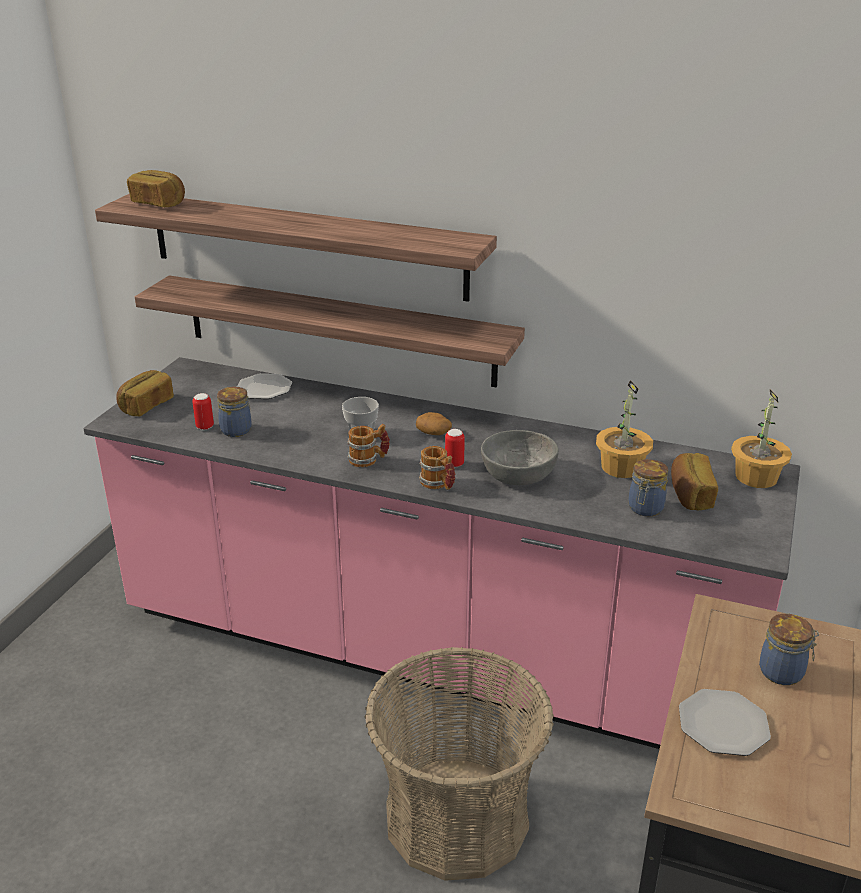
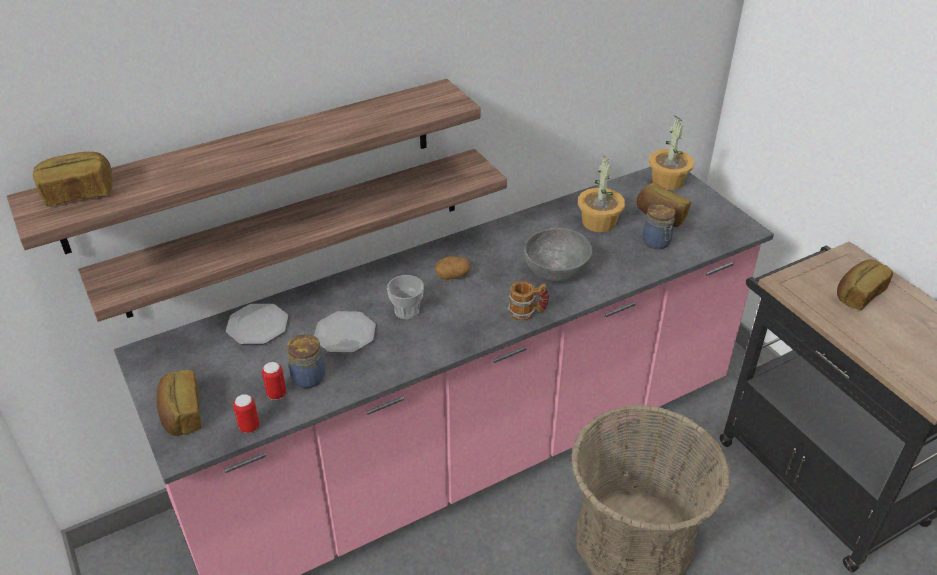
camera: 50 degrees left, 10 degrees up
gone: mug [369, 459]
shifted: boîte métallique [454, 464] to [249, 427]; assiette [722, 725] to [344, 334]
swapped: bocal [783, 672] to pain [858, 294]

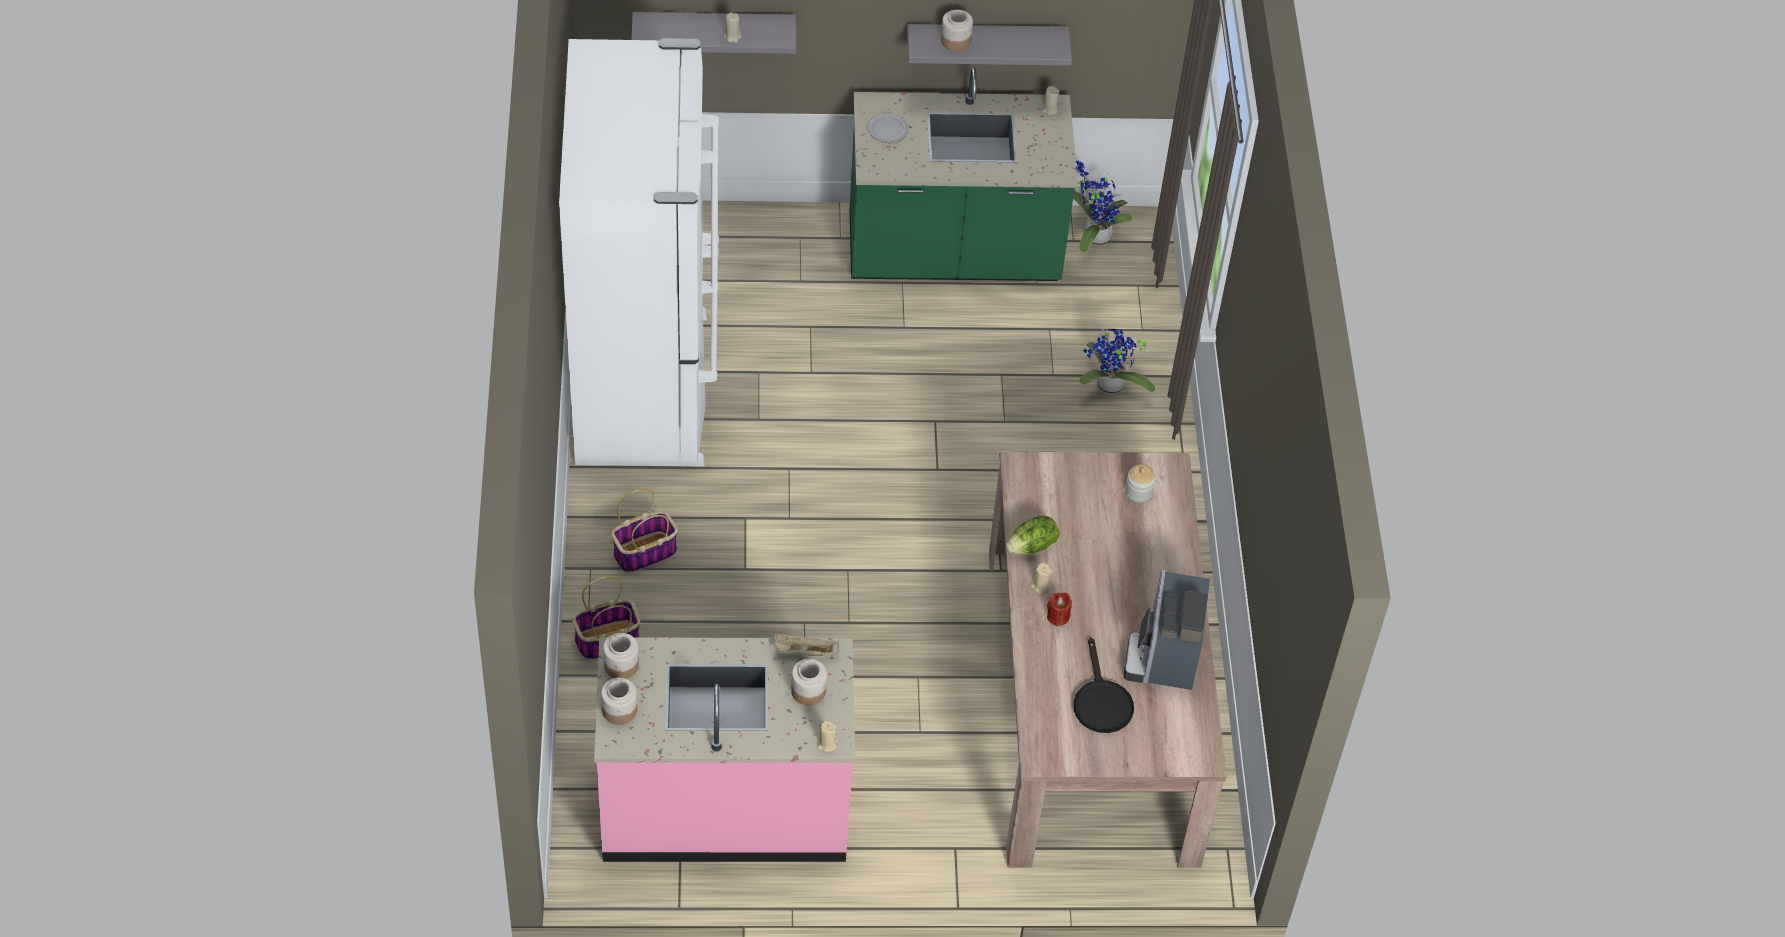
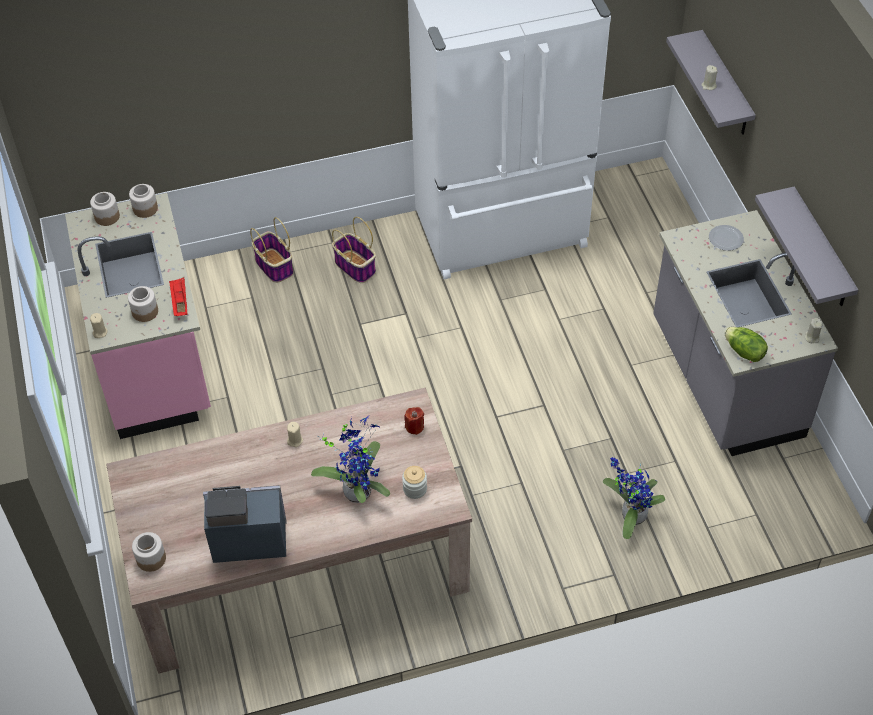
camera: 80 degrees right, 0 degrees up
gone: poêle (noir) [1101, 701]
shifted: bocal [955, 41] to [151, 558]; laitue [1032, 546] to [744, 352]; bougie (rouge) [1058, 617] to [414, 427]; plante en pot [1093, 236] to [358, 489]
repainted: plateau (beige) [804, 652] to plateau (rouge) [179, 302]; comptoir de cuisine (vert) [953, 253] to comptoir de cuisine (gris) [724, 380]

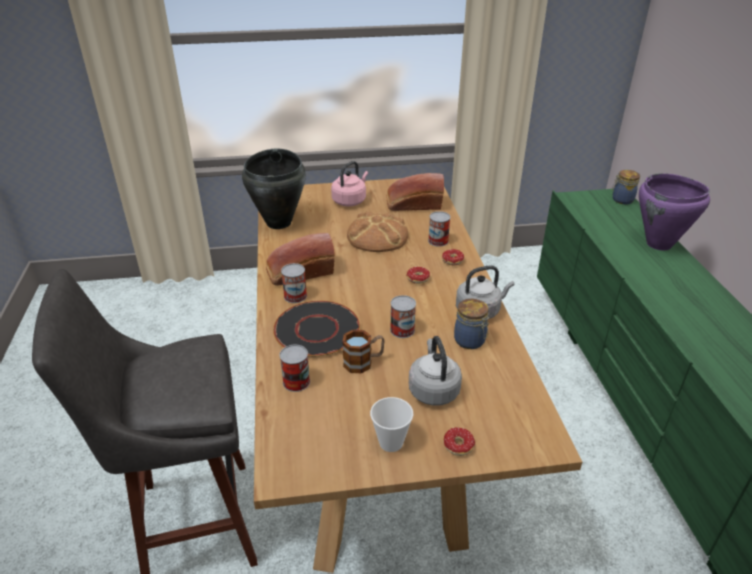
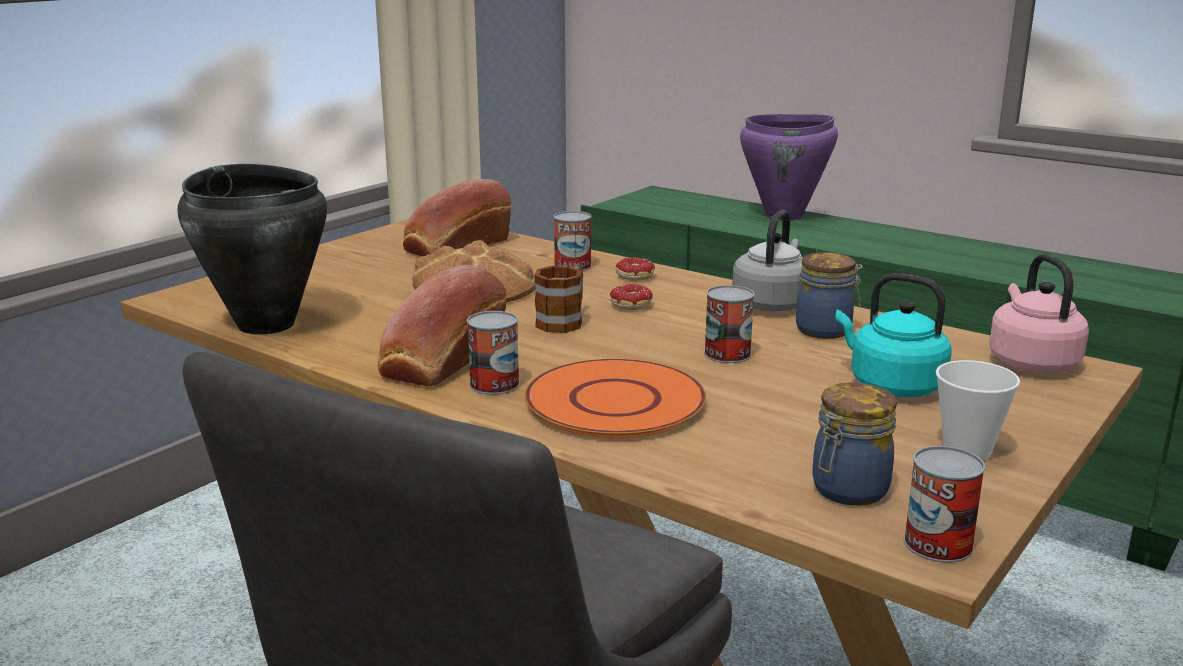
camera: 45 degrees left, 15 degrees down
gone: beignet [453, 446]
shifted: boîte métallique [296, 382] to [938, 544]; bouilloire (rose) [350, 200] to [1030, 361]; mug [363, 362] to [564, 321]; bocal [621, 200] to [847, 491]
repainted: assiette (noir) [317, 330] to assiette (orange) [616, 401]; bouilloire (gris) [433, 389] to bouilloire (turquoise) [891, 385]

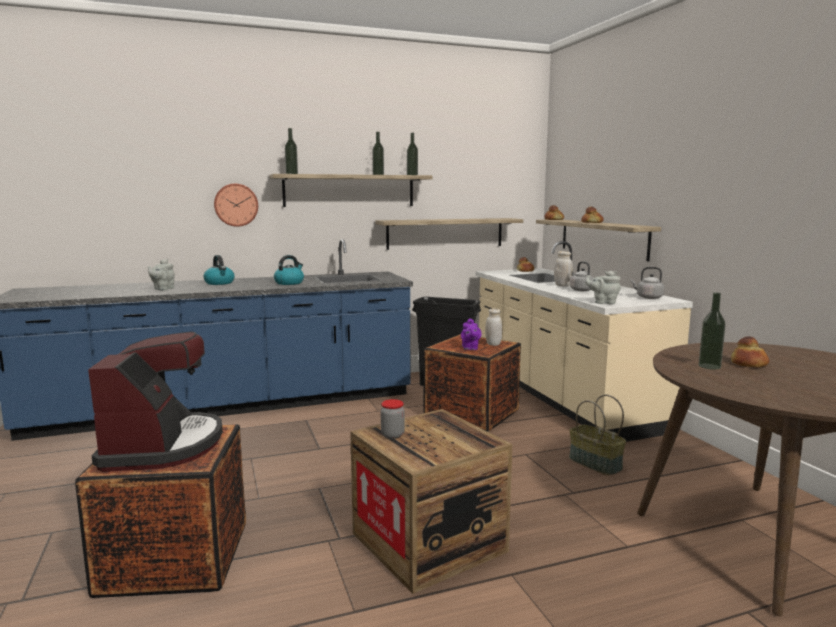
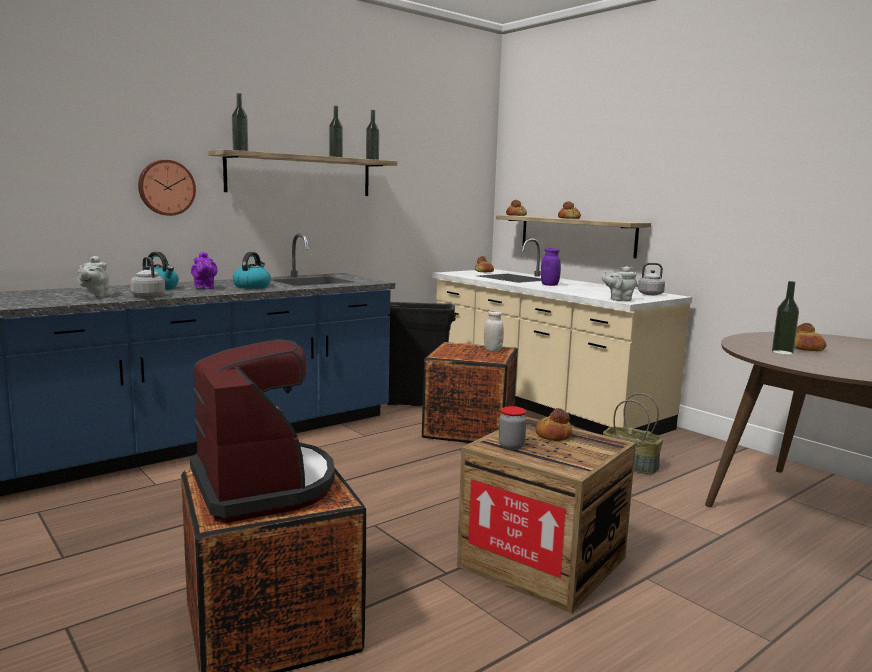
camera: 20 degrees left, 0 degrees up
gone: étagère [445, 233]
new: pain [553, 435]
shifted: théière (violet) [470, 348] to [204, 288]; bouilloire (gris) [580, 290] to [147, 296]
repainted: bocal (blanc) [562, 285] to bocal (violet) [549, 285]

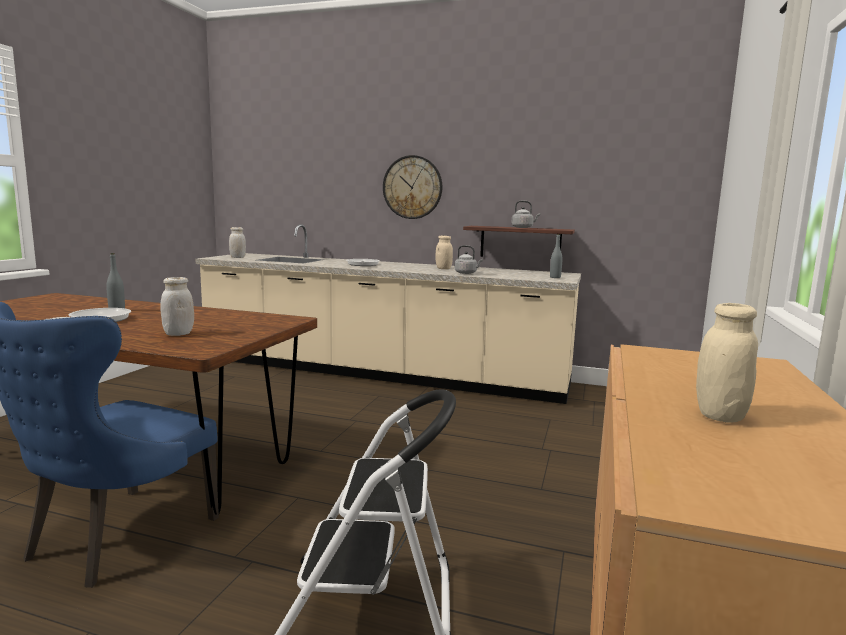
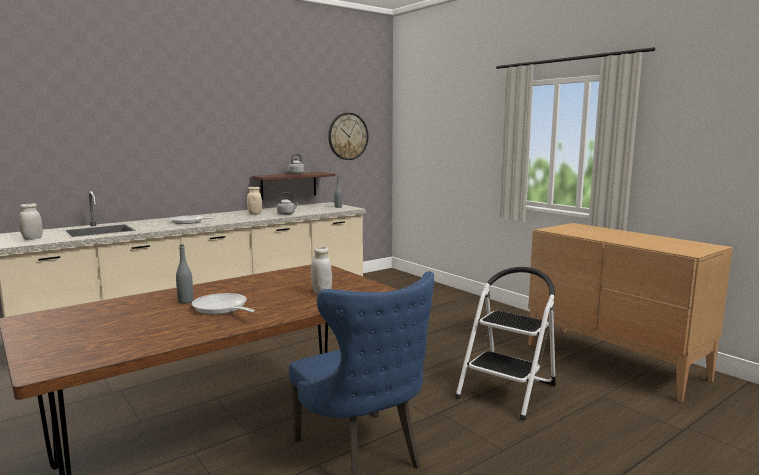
camera: 55 degrees left, 0 degrees up
gone: bocal (beige) [720, 415]
shifted: horloge murale [412, 187] to [348, 136]

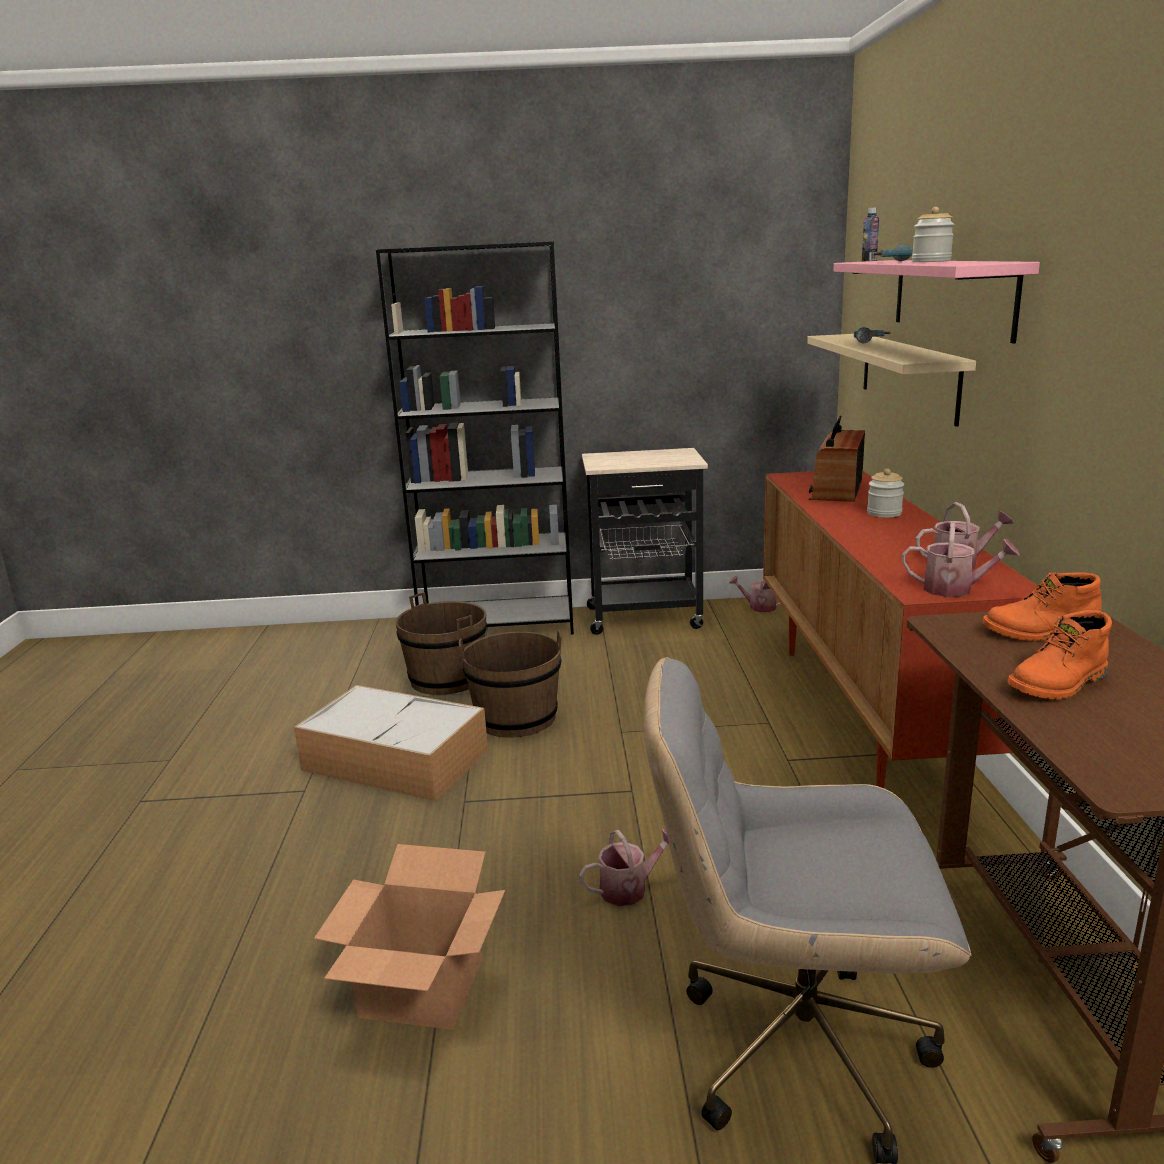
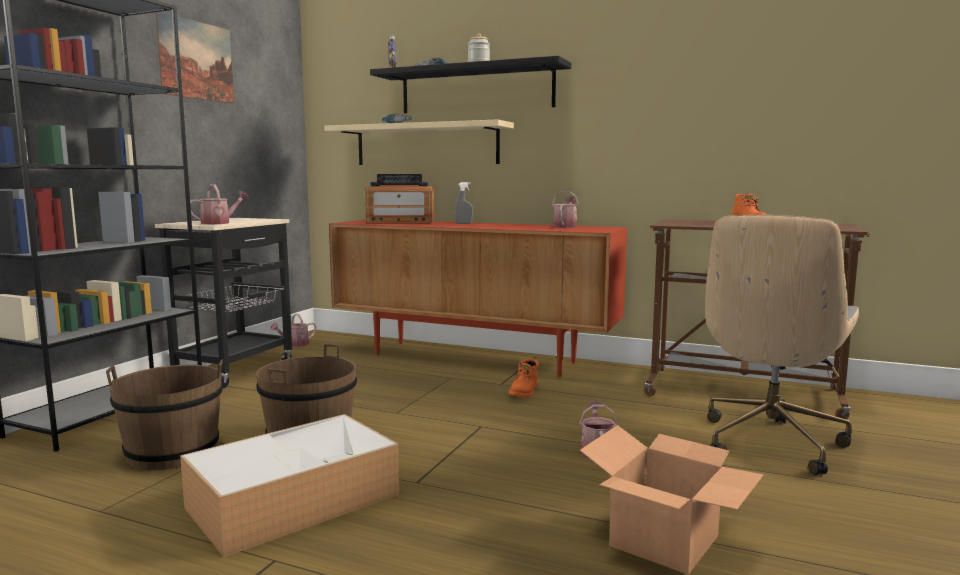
camera: 65 degrees left, 10 degrees down
new: tableau [196, 60]
shifted: arrosoir [955, 589] to [219, 223]; botte (orange) [1040, 632] to [525, 392]
swapped: bocal [884, 513] to vaporisateur (gris) [464, 223]
repainted: étagère (rose) [951, 296] to étagère (noir) [476, 89]
rotated: radio [837, 489] = [400, 222] 45 degrees counterclockwise

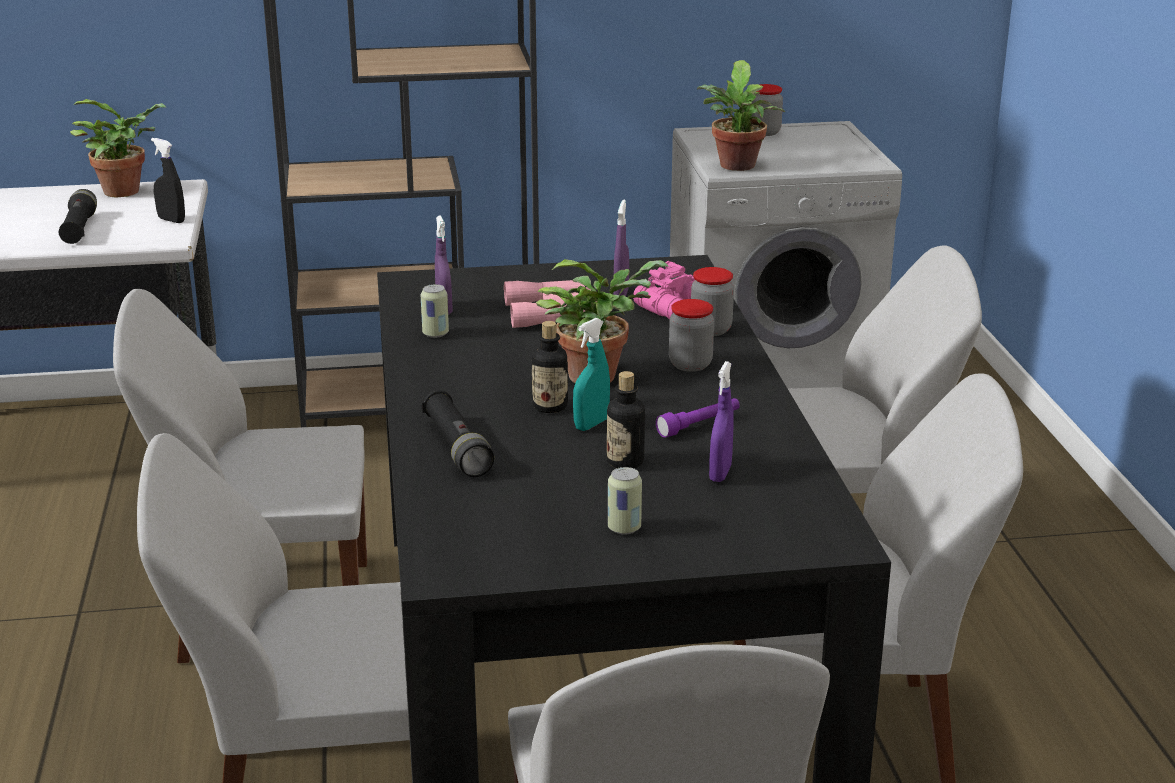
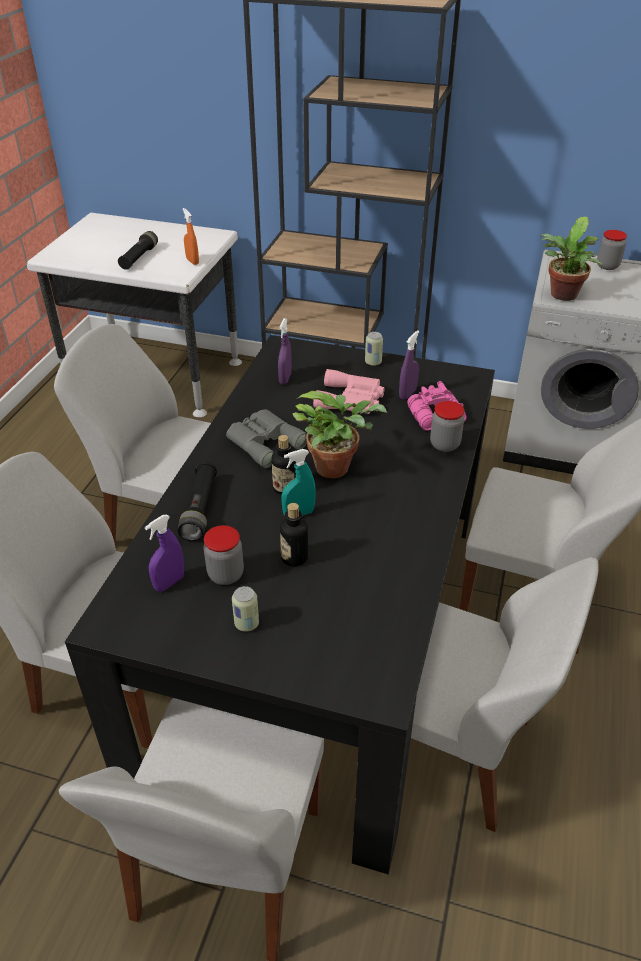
camera: 25 degrees right, 15 degrees up
gone: plante en pot [126, 191]; lampe de poche (violet) [699, 425]
new: jumelles (gris) [264, 441]
shifted: boîte métallique [435, 334] to [373, 362]; bocal [690, 364] to [225, 574]; vaporisateur (violet) [720, 473] to [169, 583]
repainted: vaporisateur (noir) [171, 220] to vaporisateur (orange) [192, 261]

